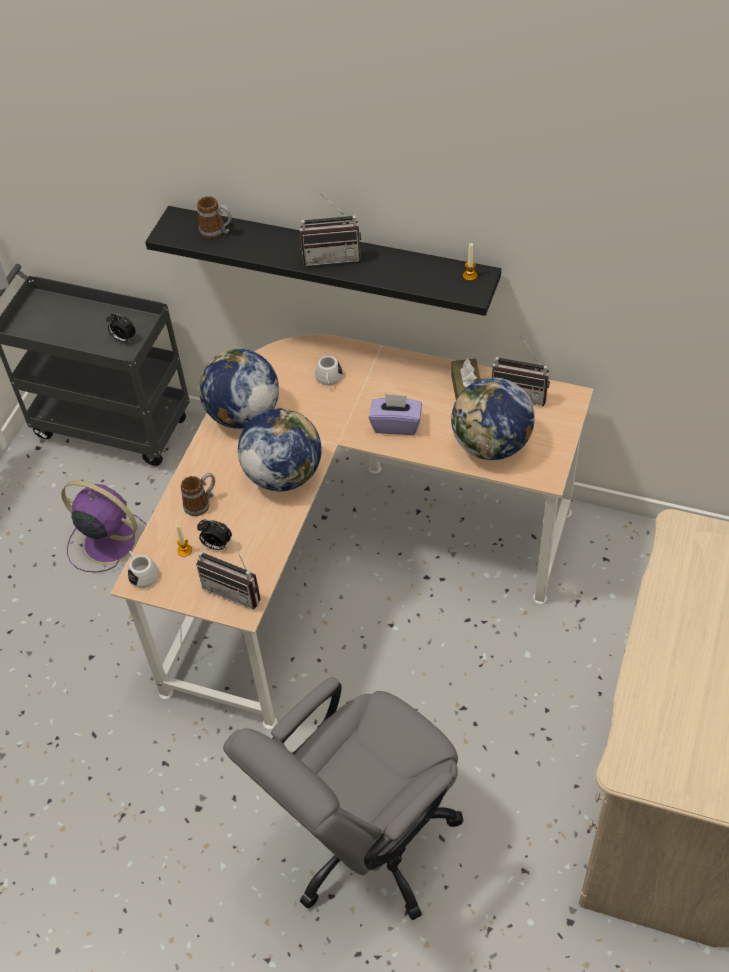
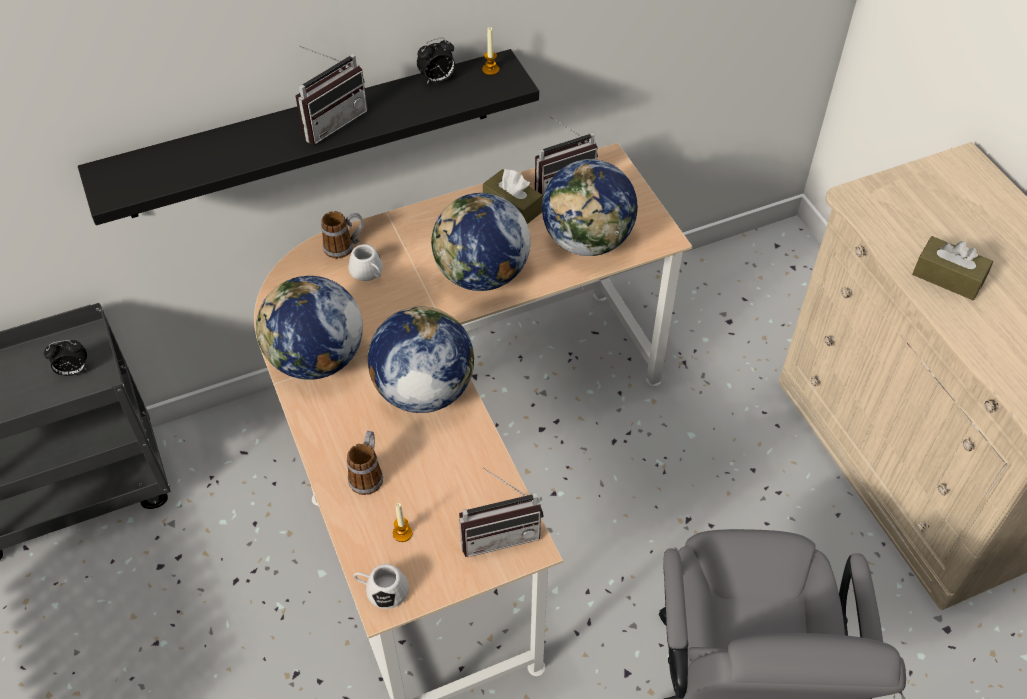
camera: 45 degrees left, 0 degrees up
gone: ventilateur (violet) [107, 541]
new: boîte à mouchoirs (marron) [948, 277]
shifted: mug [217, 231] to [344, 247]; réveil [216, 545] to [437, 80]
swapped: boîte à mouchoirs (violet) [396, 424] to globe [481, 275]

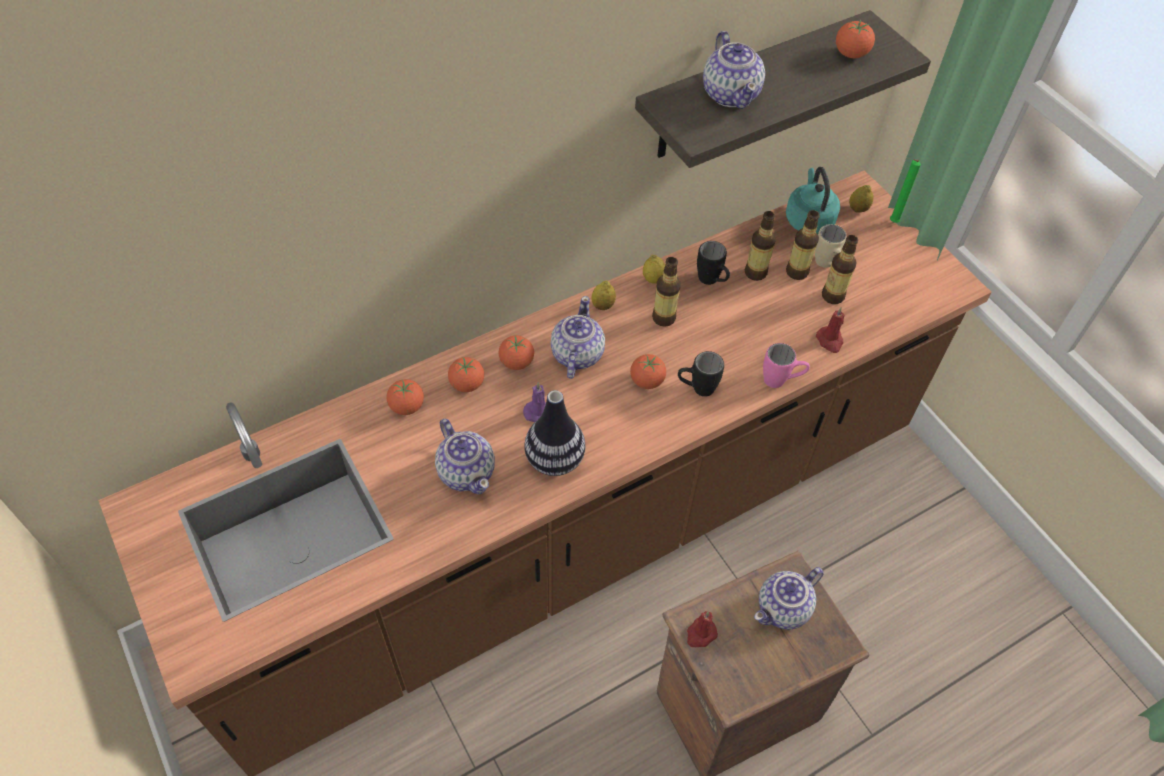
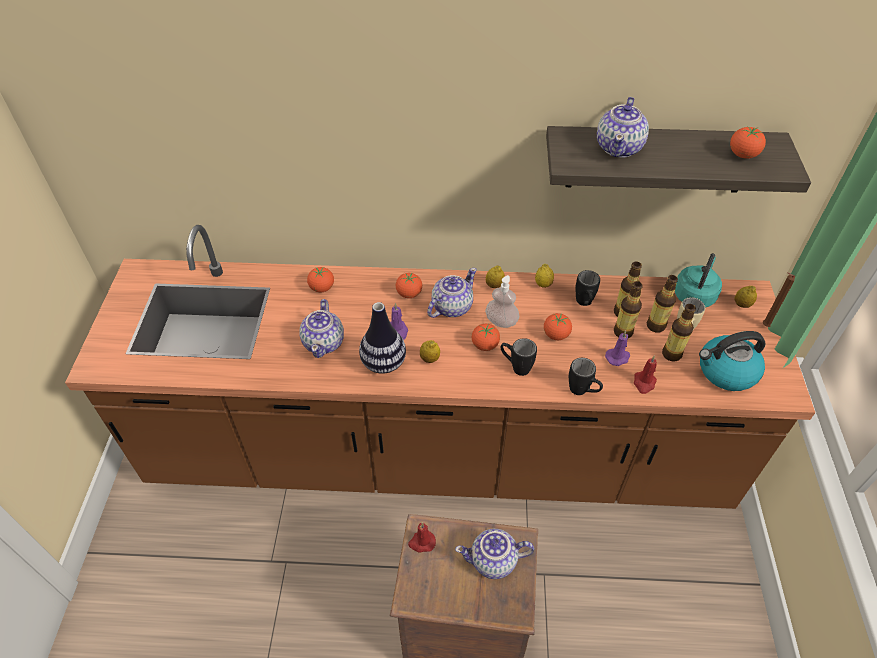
camera: 35 degrees right, 5 degrees down
new: citron [430, 359]; distributeur de savon [501, 321]; bougie (violet) [618, 357]; bouilloire [726, 371]
shifted: tomate [467, 384] to [556, 335]; bouteille [664, 318] to [623, 332]
repainted: mug (rose) [781, 381] to mug (noir) [583, 392]; bougie (vert) [892, 223] to bougie (marron) [764, 326]

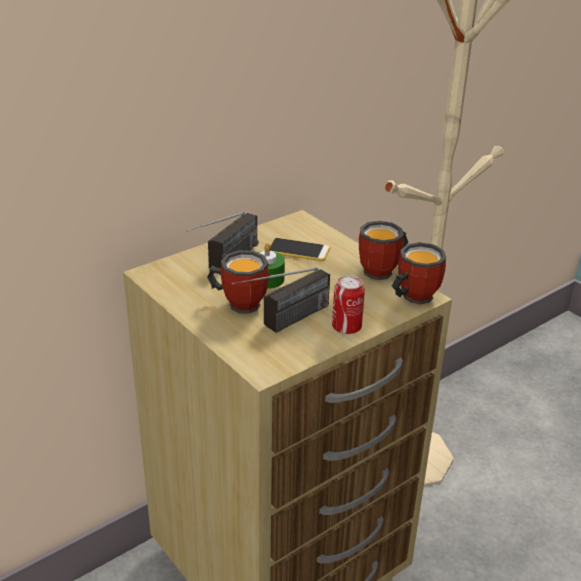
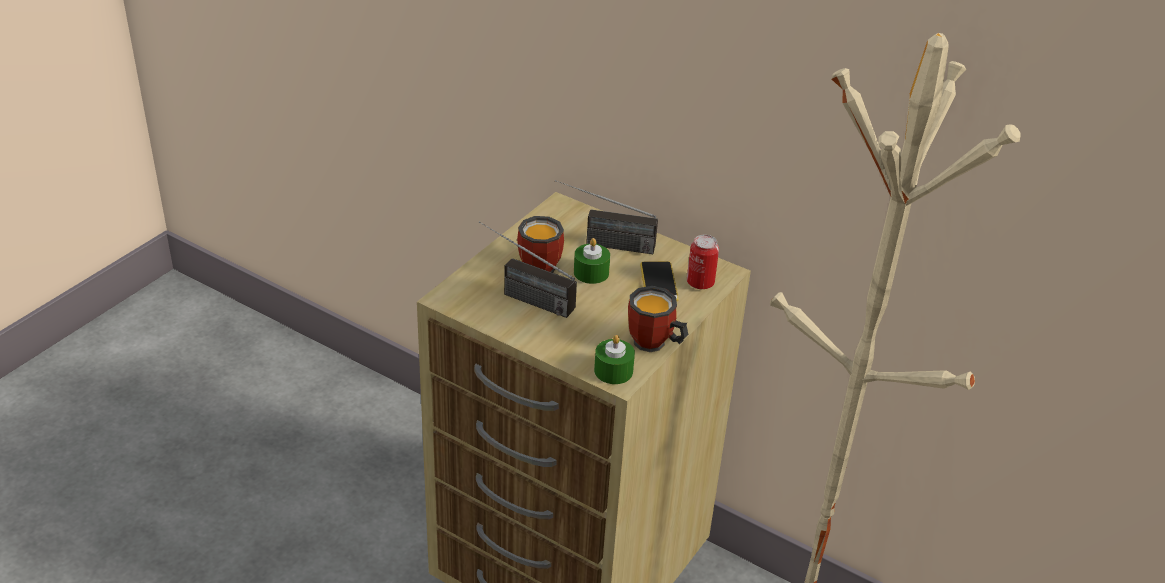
camera: 70 degrees right, 5 degrees up
shifted: boîte métallique [346, 327] to [700, 283]
swapped: mug [411, 297] to bougie (vert) [613, 371]

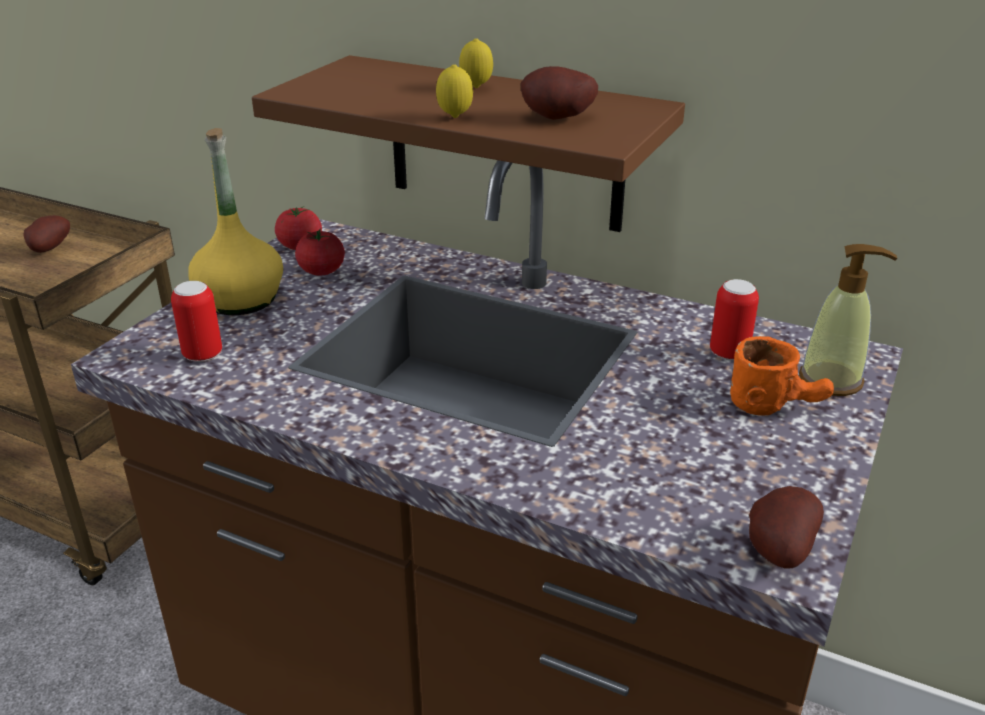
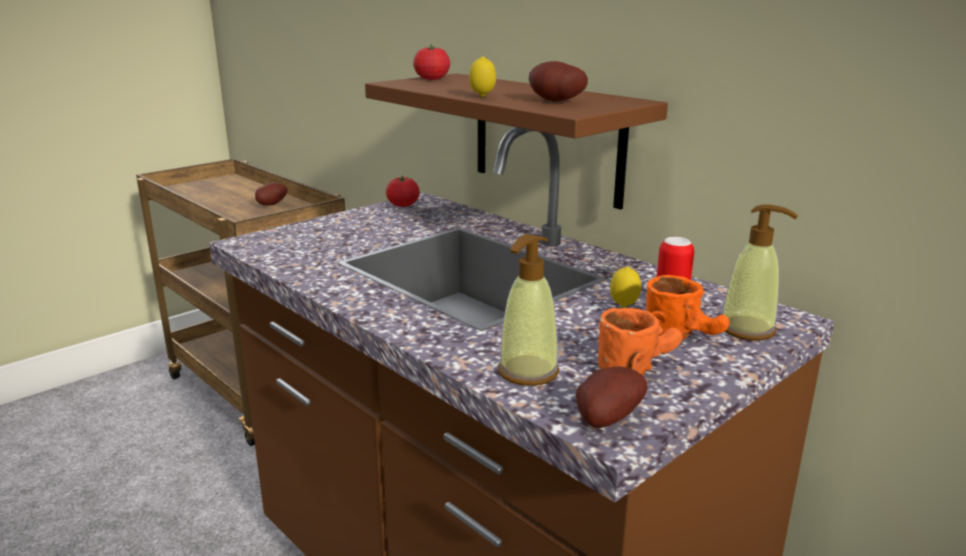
camera: 20 degrees right, 10 degrees down
gone: boîte métallique [203, 355]; bouteille (jaune) [240, 299]
new: distributeur de savon [527, 372]; mug (orange) [636, 367]
shifted: tomate [321, 271] to [432, 79]; citron [476, 88] to [623, 307]

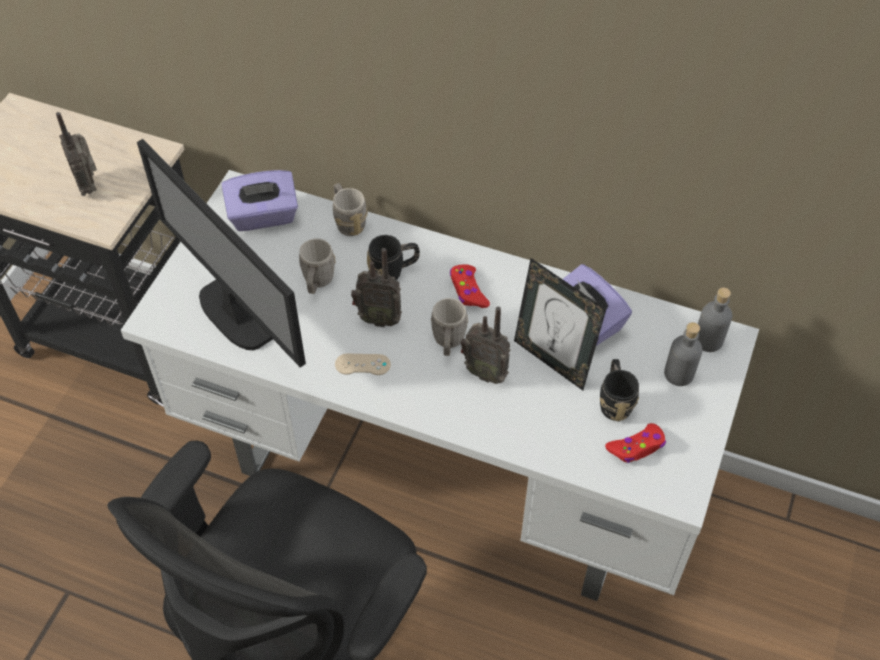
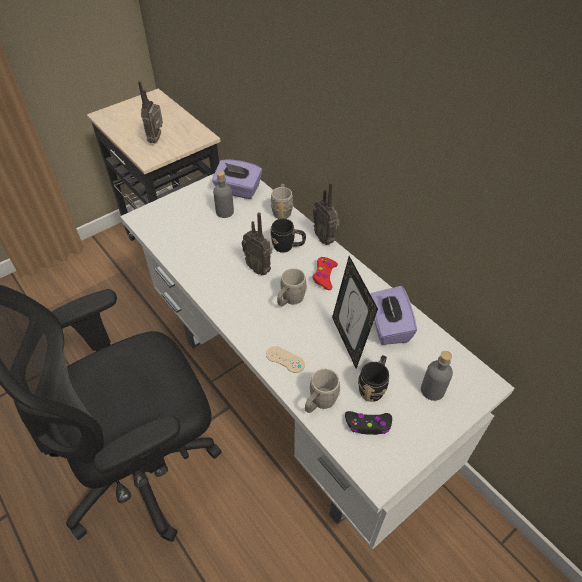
camera: 30 degrees right, 5 degrees down
gone: écran d'ordinateur [236, 315]
shifted: mug (gris) [317, 282] to [319, 403]; manette (beige) [362, 364] to [285, 359]; radio [485, 372] to [325, 238]; bouteille (gris) [708, 340] to [225, 212]
repainted: manette (rouge) [637, 447] to manette (noir) [368, 425]

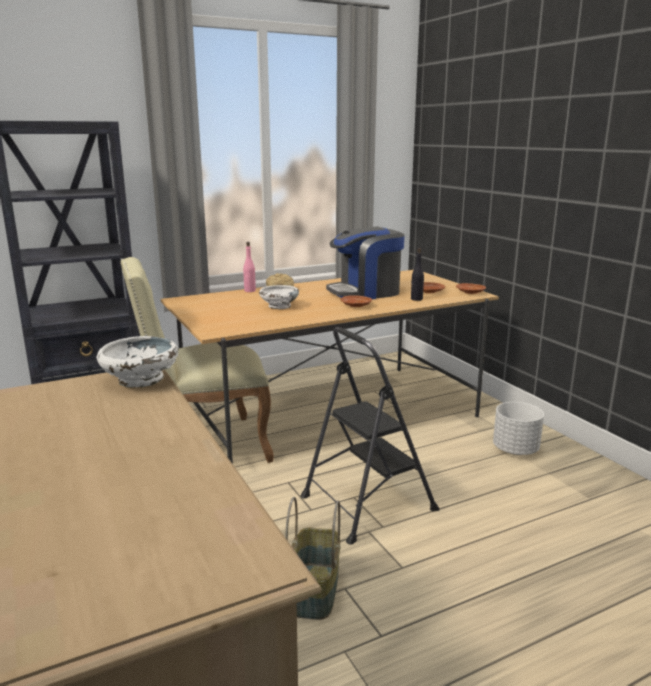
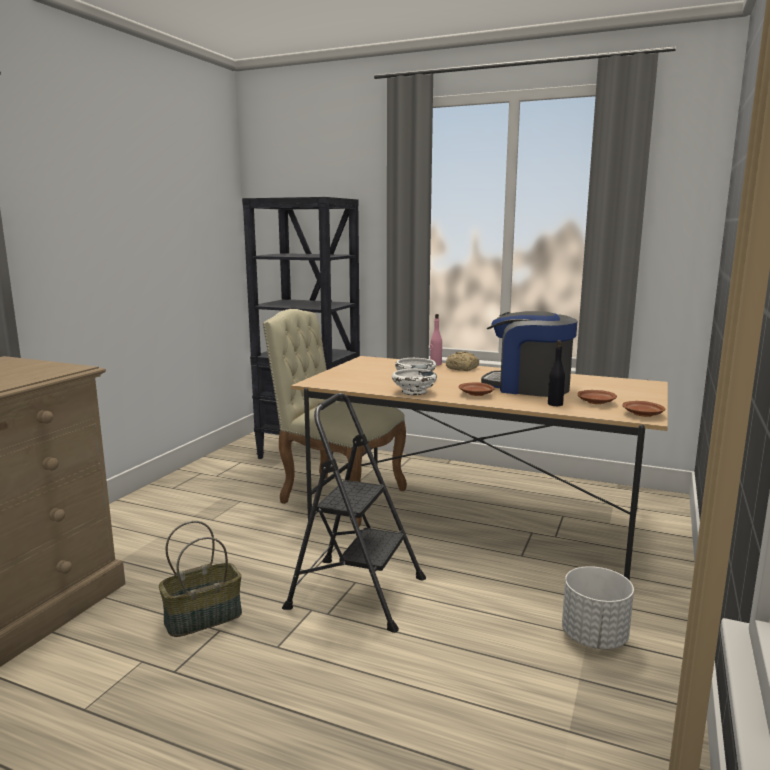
camera: 50 degrees right, 5 degrees down
shifted: bol (blanc) [140, 379] to [413, 392]

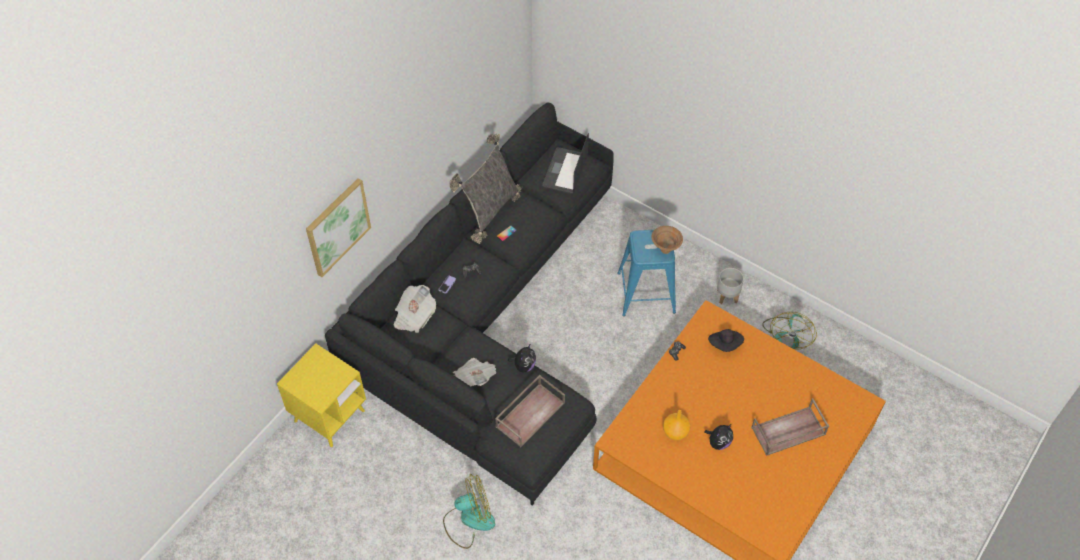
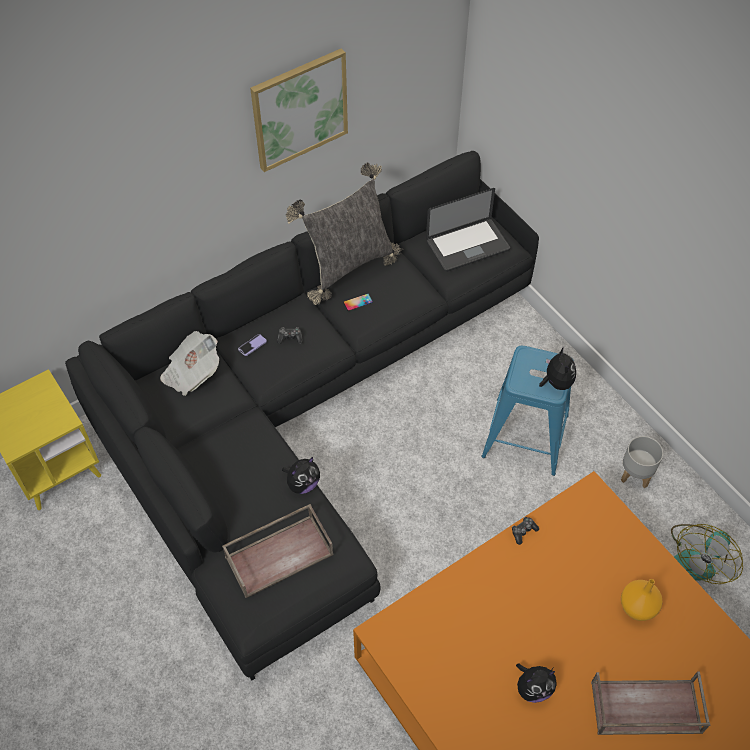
camera: 20 degrees right, 0 degrees up
gone: ventilateur [469, 520]; journal [474, 378]; chapeau (noir) [725, 344]
shifted: tableau [337, 226] to [299, 109]; vase (orange) [676, 432] to [638, 607]
swapped: bol (marron) [665, 249] to peluche [556, 382]
rotated: ordinateur portable [565, 171] = [467, 246] 150 degrees counterclockwise

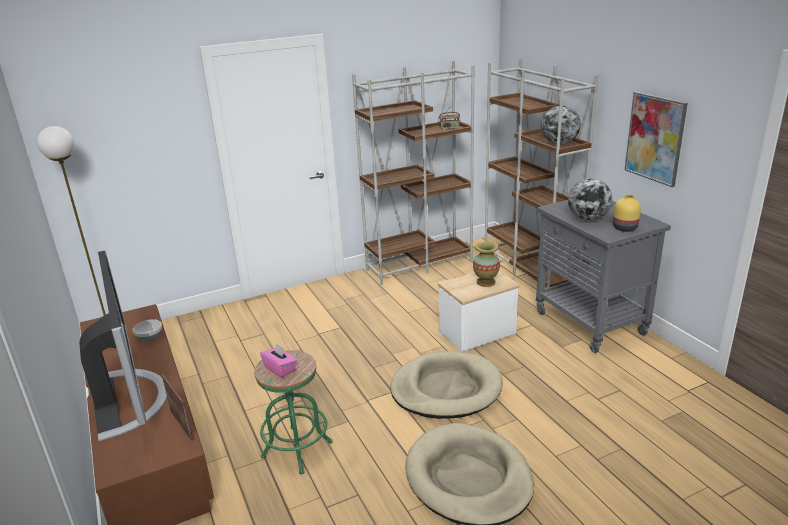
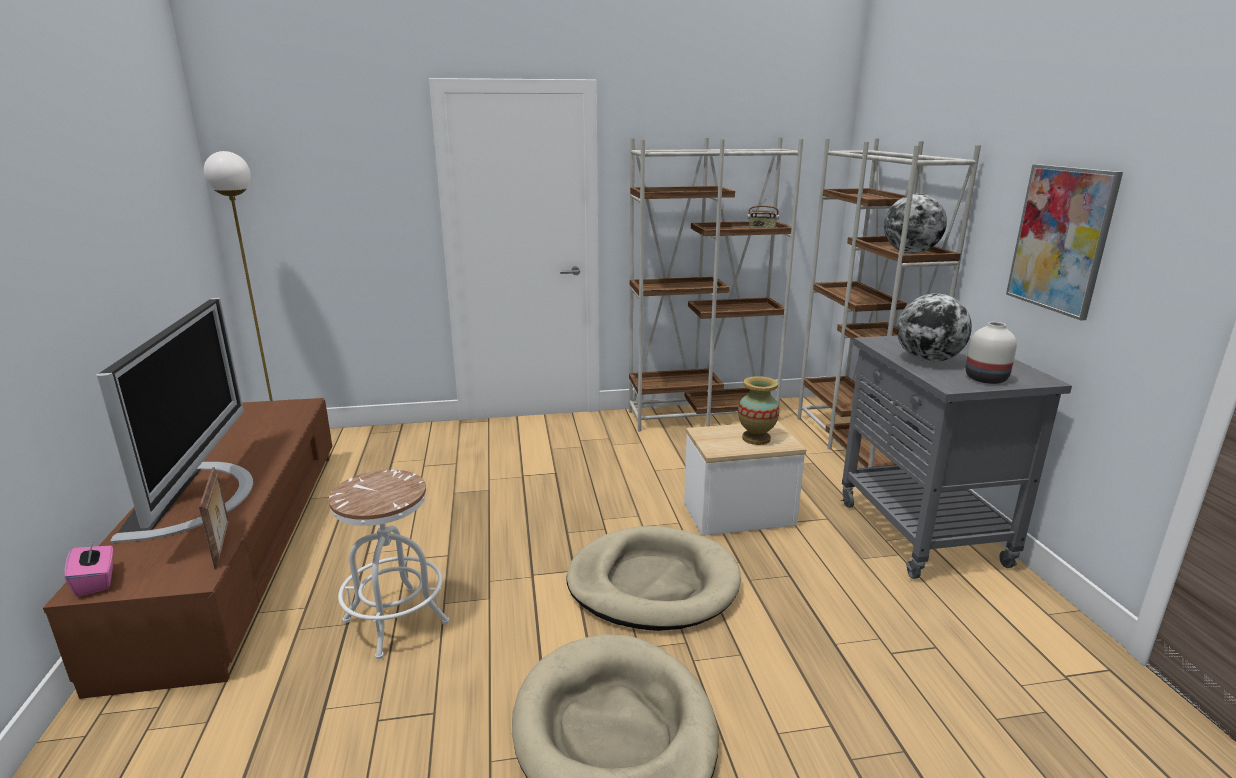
camera: 15 degrees right, 5 degrees down
gone: bol [149, 337]
shifted: boîte à mouchoirs (rose) [280, 369] to [96, 581]
repainted: tabouret (vert) [297, 449] to tabouret (blanc) [396, 622]; vase (jaune) [624, 228] to vase (blanc) [984, 379]

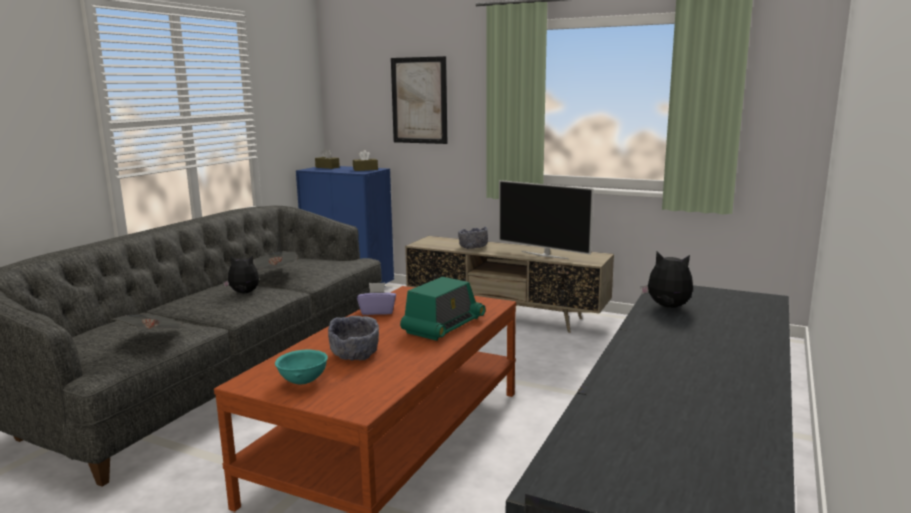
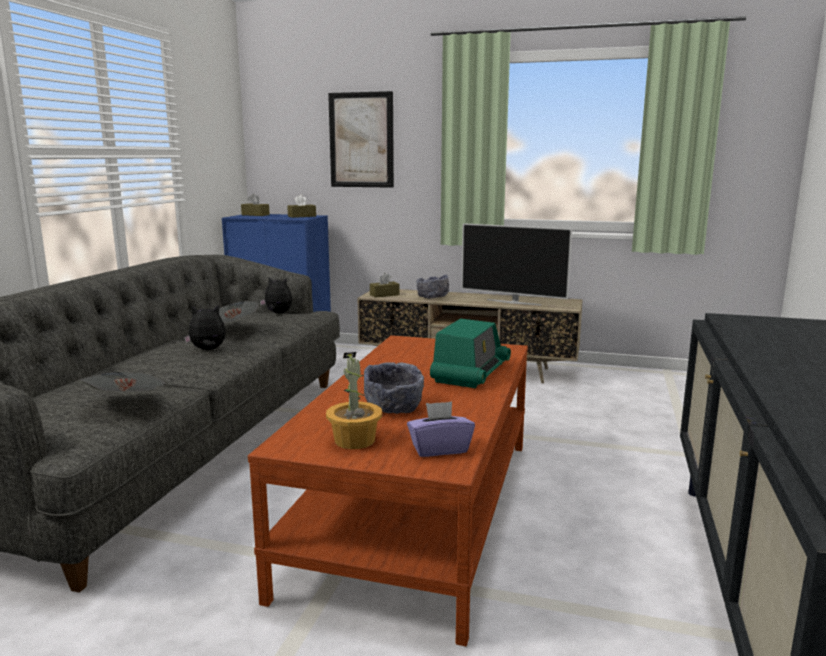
camera: 10 degrees left, 0 degrees up
new: boîte à mouchoirs (marron) [384, 295]
shifted: boîte à mouchoirs (violet) [377, 311] to [439, 449]; peluche [667, 307] to [278, 313]
swapped: bol (turquoise) [302, 382] to plante en pot [355, 441]

